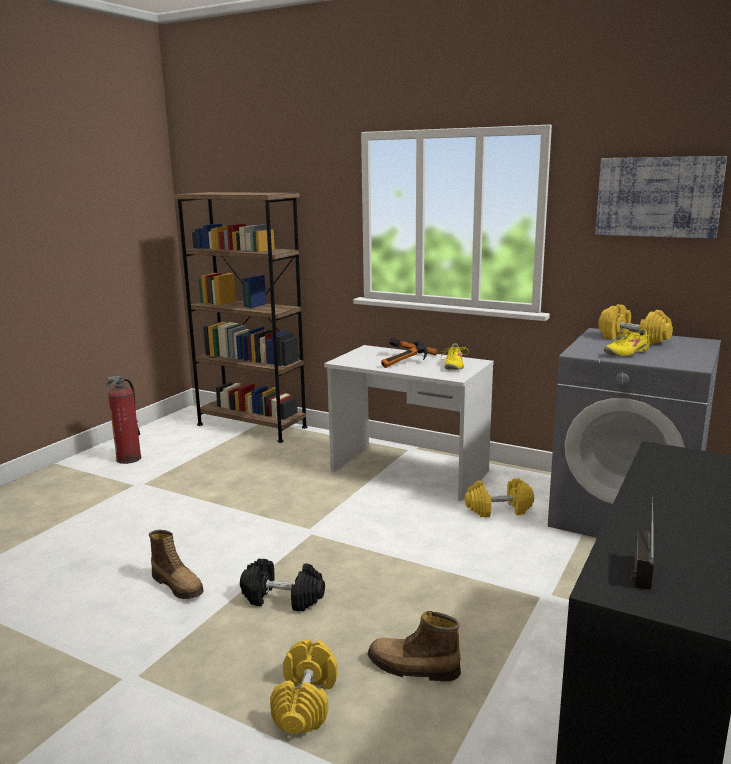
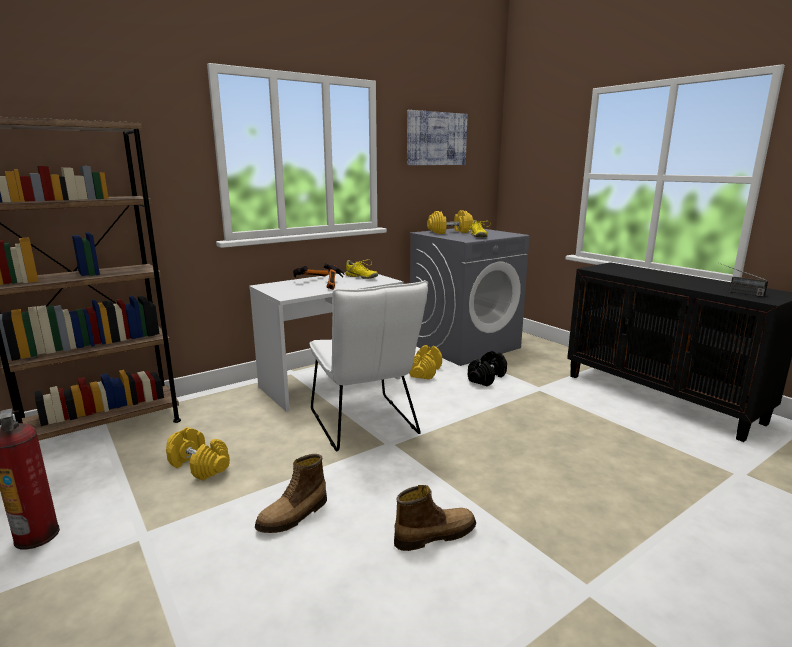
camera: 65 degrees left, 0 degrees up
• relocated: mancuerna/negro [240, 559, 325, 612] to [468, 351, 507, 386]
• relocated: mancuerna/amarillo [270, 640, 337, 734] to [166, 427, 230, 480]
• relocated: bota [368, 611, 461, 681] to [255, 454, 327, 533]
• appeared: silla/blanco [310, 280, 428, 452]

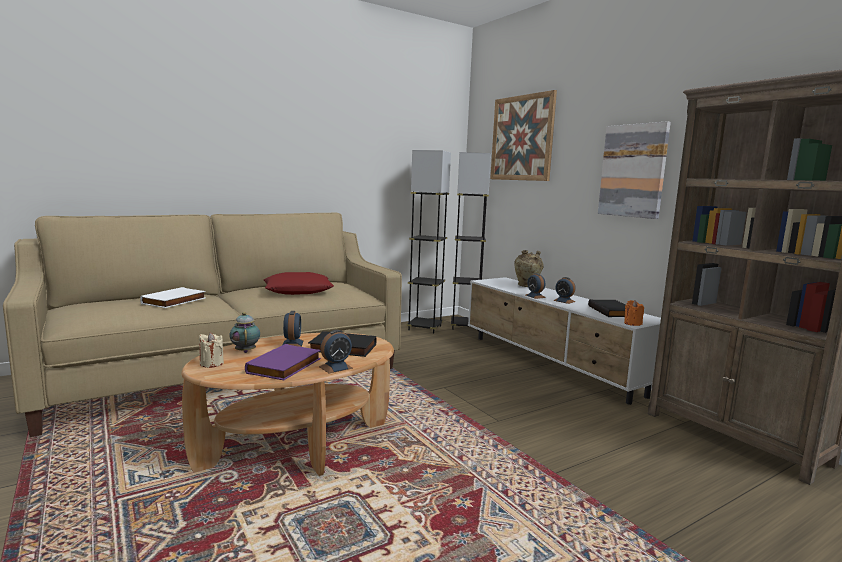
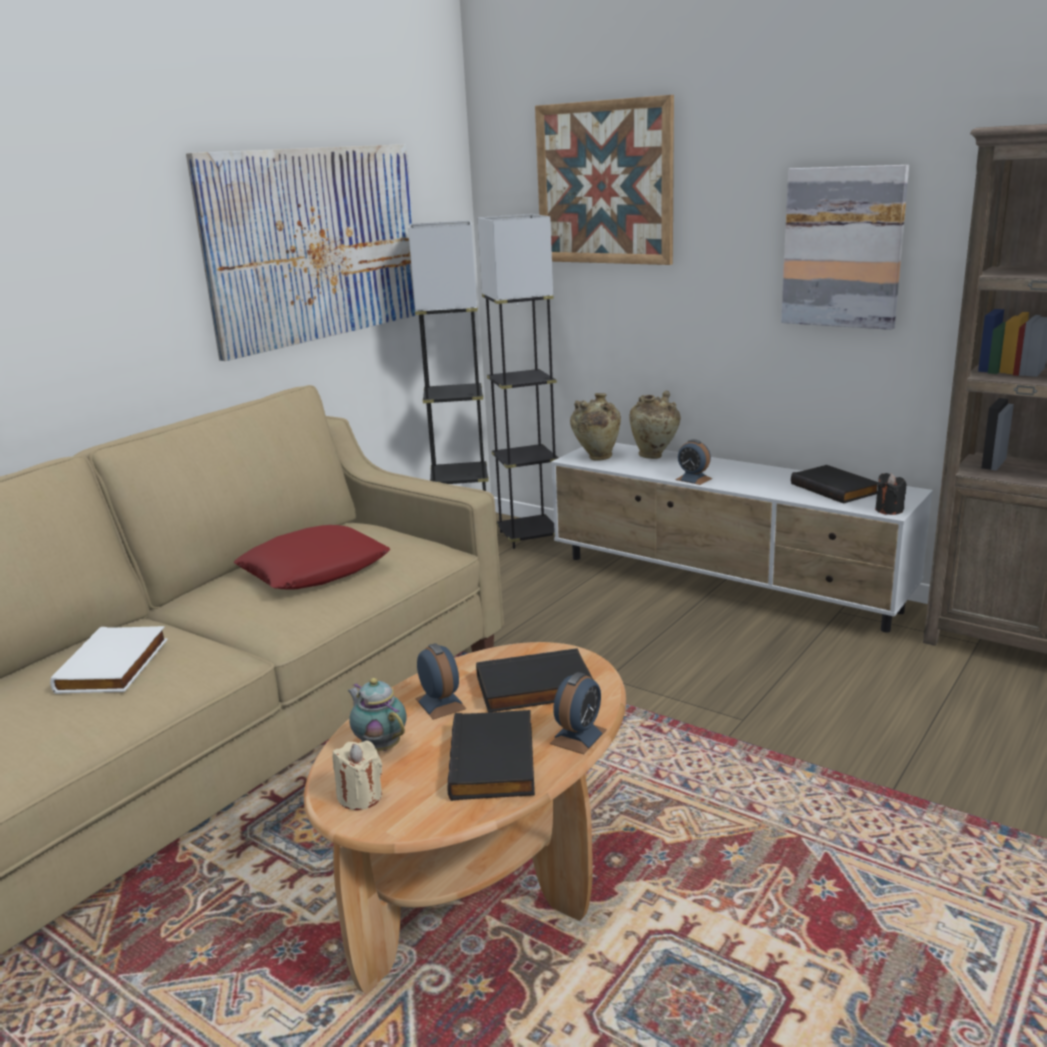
camera: 20 degrees left, 10 degrees up
• colour: libro/morado [245, 344, 321, 380] to libro/negro [448, 710, 535, 801]
• missing: despertador [553, 277, 576, 304]
• colour: vela/naranja [624, 300, 644, 326] to vela/negro [875, 473, 906, 515]
• appeared: cuadro [186, 144, 418, 361]
• appeared: florero/beis [570, 393, 621, 461]

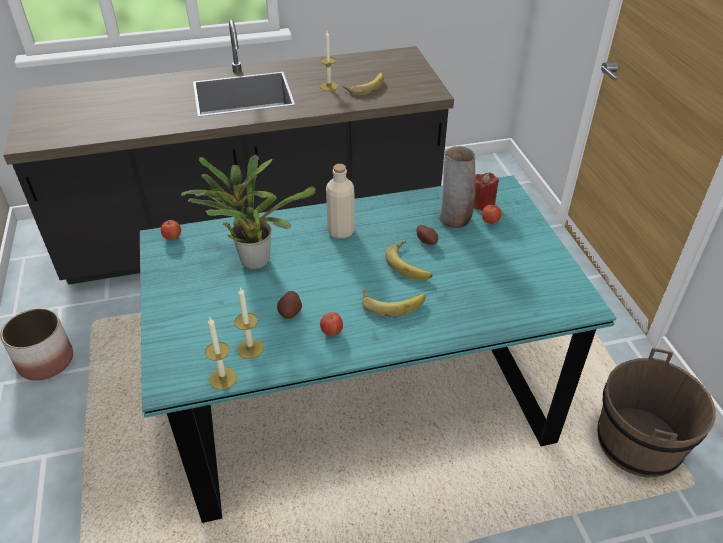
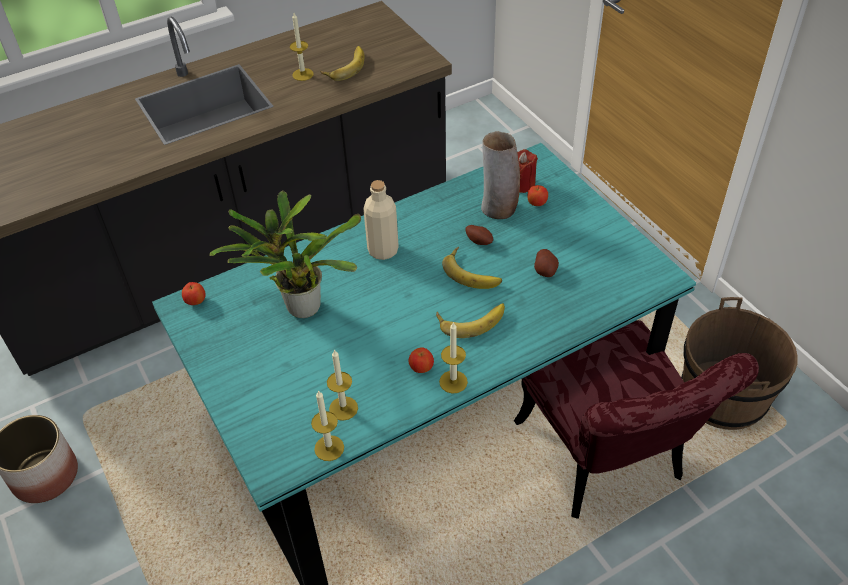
camera: 15 degrees left, 5 degrees up
• relocated: patata [277, 291, 302, 319] to [534, 249, 559, 277]
• appeared: vela [439, 322, 468, 394]
• appeared: silla/rojo [514, 320, 759, 519]

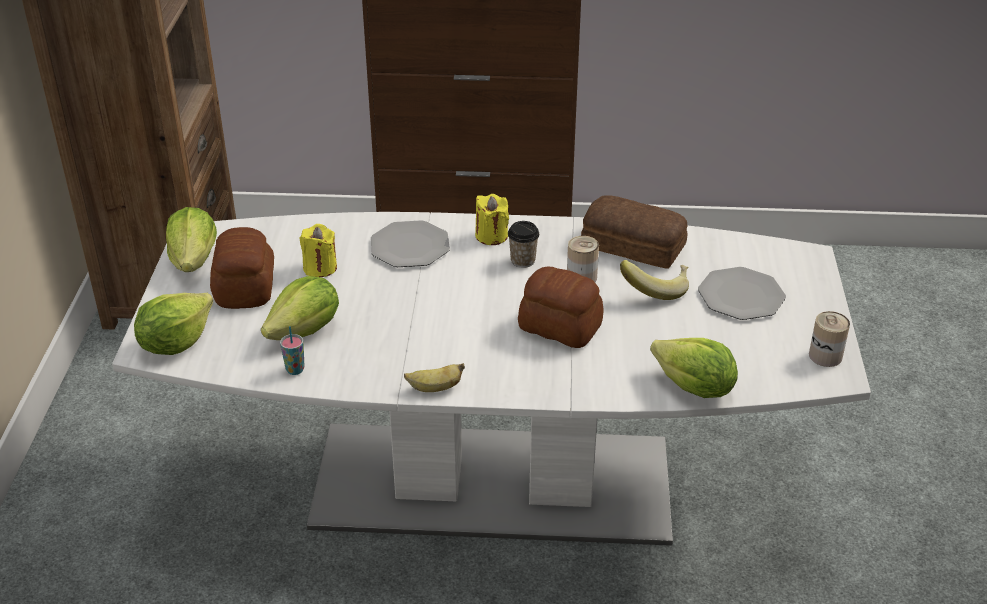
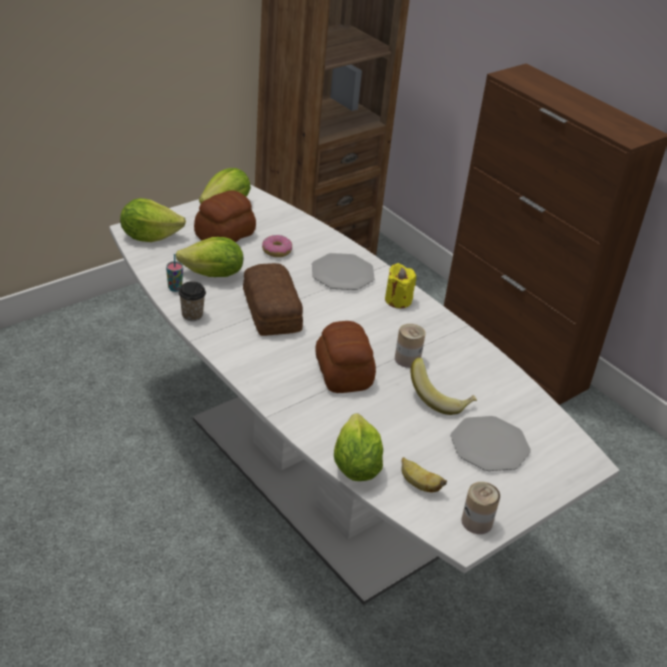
camera: 45 degrees right, 0 degrees up
• exchanged: vela/amarillo [299, 224, 337, 277] to rosquilla [262, 235, 292, 257]
• relocated: plátano [404, 363, 465, 392] to [401, 457, 447, 492]
• relocated: taza [508, 221, 539, 268] to [179, 281, 206, 321]
• relocated: pan [581, 195, 687, 269] to [243, 263, 303, 336]

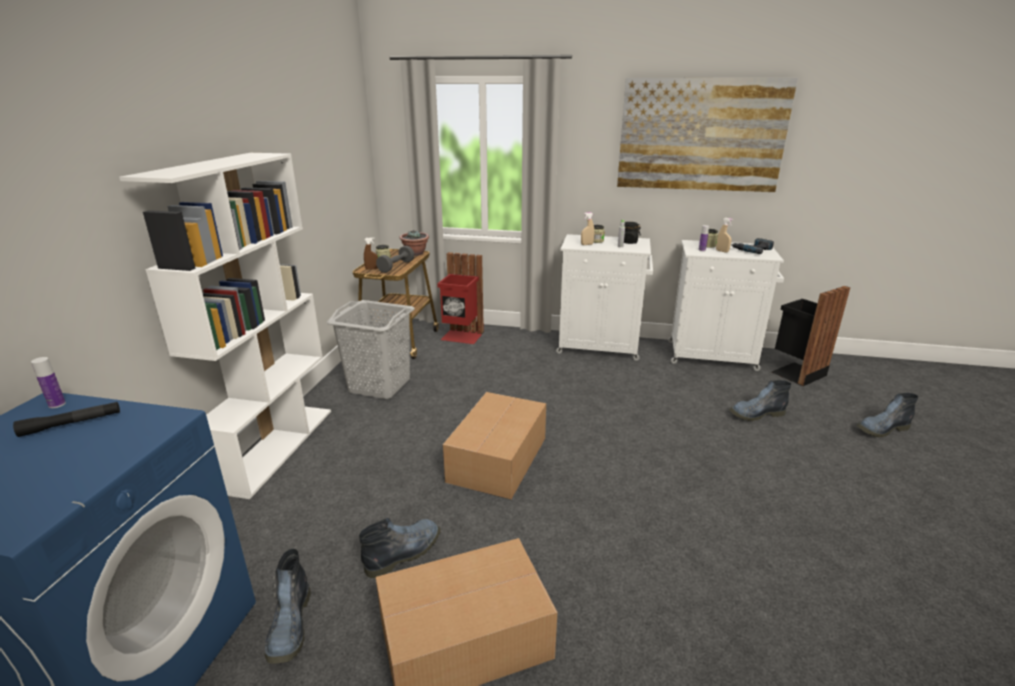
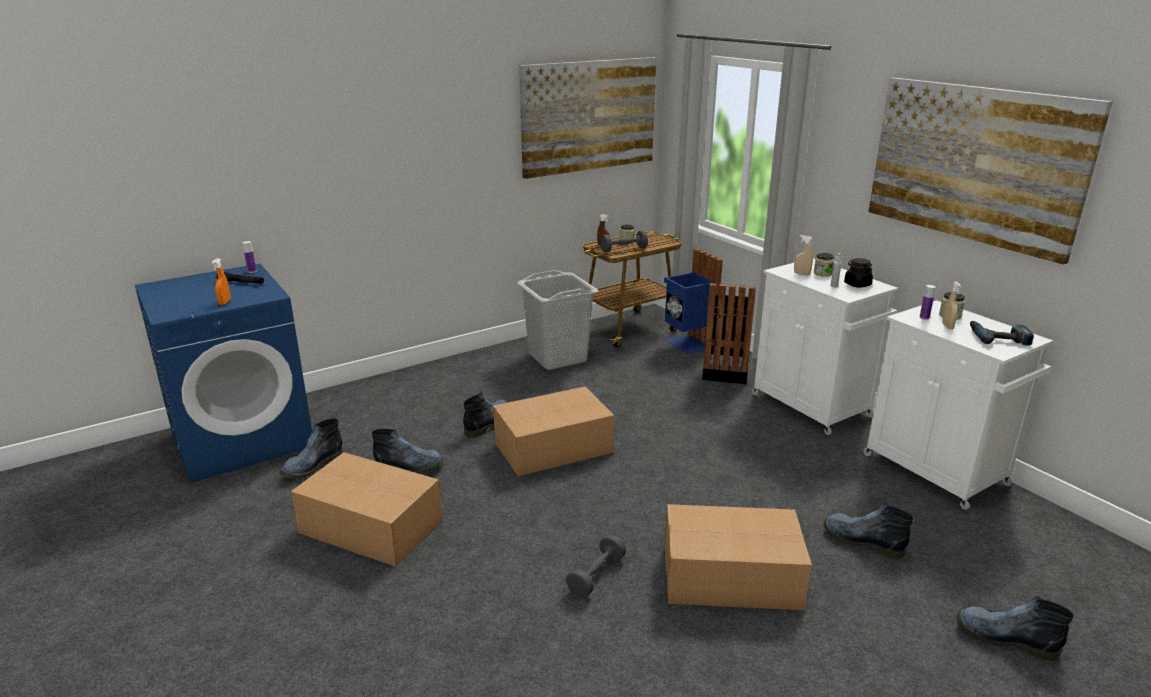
camera: 45 degrees right, 0 degrees up
• missing: estantería/blanco [119, 153, 331, 499]
• missing: planta en maceta [399, 230, 429, 256]
• colour: papelera/rojo [437, 252, 484, 344] to papelera/azul [664, 248, 723, 355]
• relocated: papelera/negro [772, 286, 850, 386] to [702, 283, 756, 384]
• appeared: pulverizador/naranja [212, 258, 231, 305]
• appeared: bota [463, 392, 508, 438]
• appeared: cuadro [519, 57, 657, 179]
• appeared: mancuerna/gris [566, 534, 626, 598]
• appeared: caja de cartón [665, 504, 812, 610]

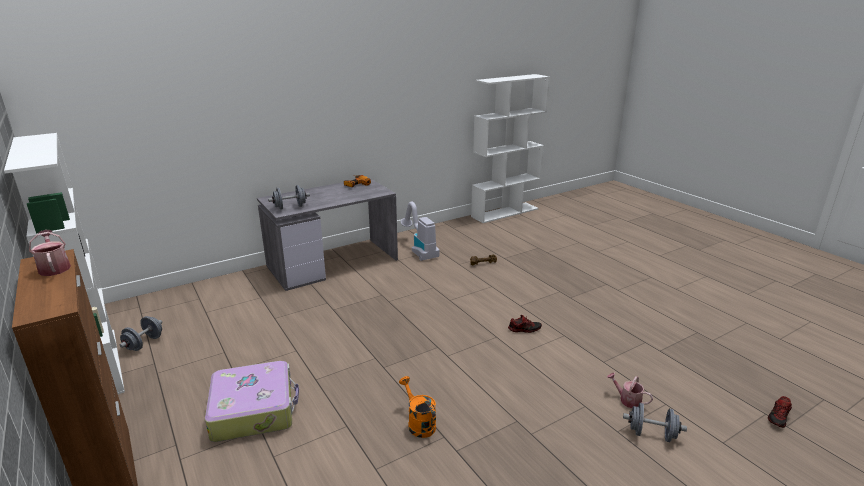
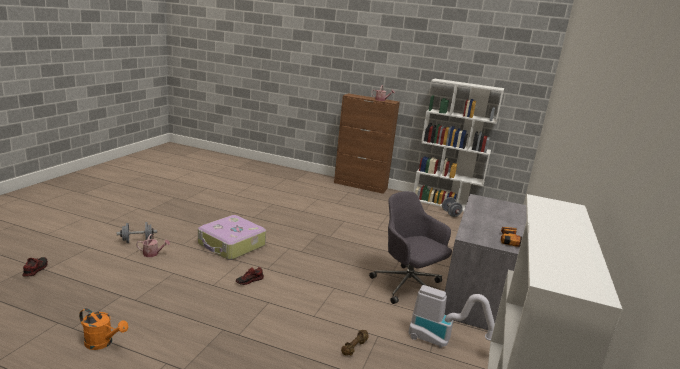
camera: 140 degrees right, 5 degrees down
• relocated: maleta [205, 361, 299, 442] to [198, 215, 266, 260]
• missing: mancuerna/gris [268, 185, 310, 210]
• relocated: regadera/naranja [399, 376, 436, 438] to [79, 308, 128, 350]
• appeared: silla de oficina/gris [369, 191, 452, 304]

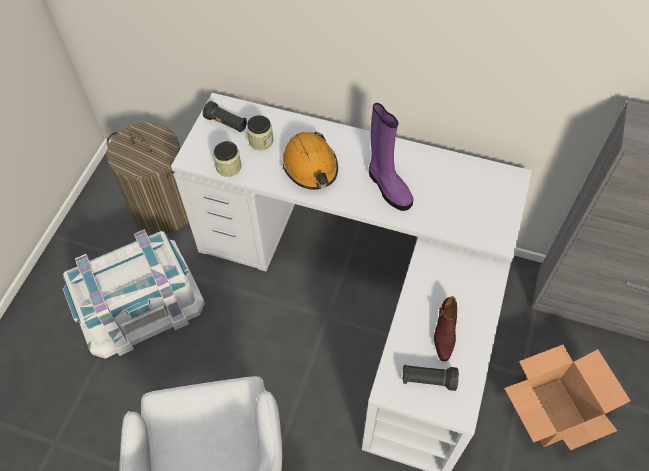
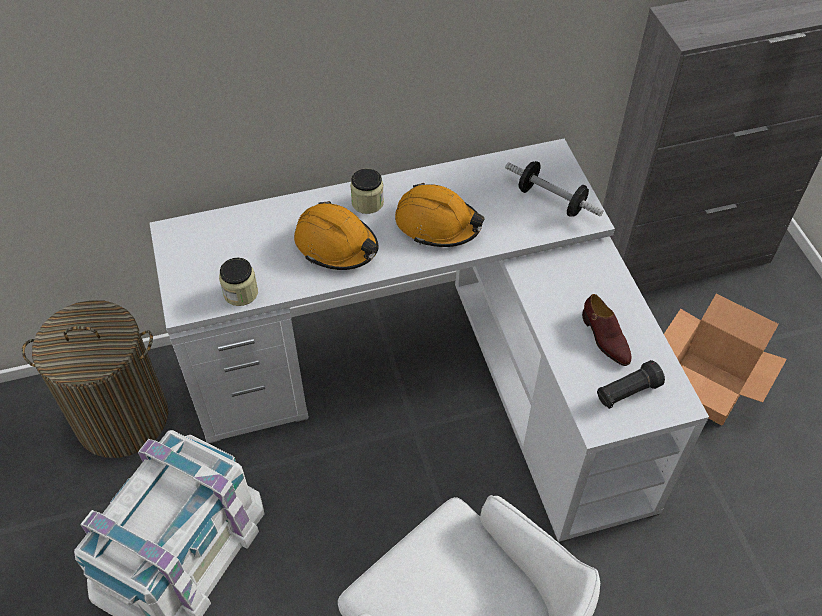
camera: 35 degrees left, 5 degrees down
• missing: linterna/negro [203, 101, 247, 132]
• relocated: tarro [247, 115, 274, 150] to [350, 168, 384, 214]
• exchanged: bota/morado [369, 103, 413, 211] to casco/naranja [395, 183, 485, 247]
• appeared: mancuerna [505, 161, 604, 217]

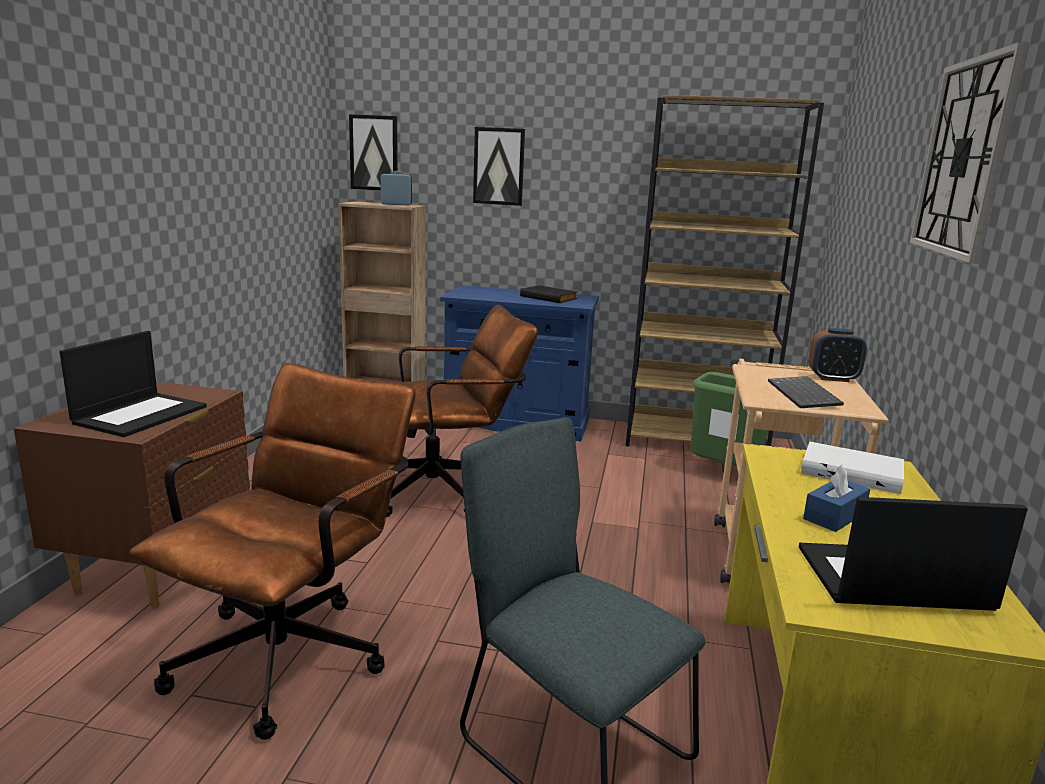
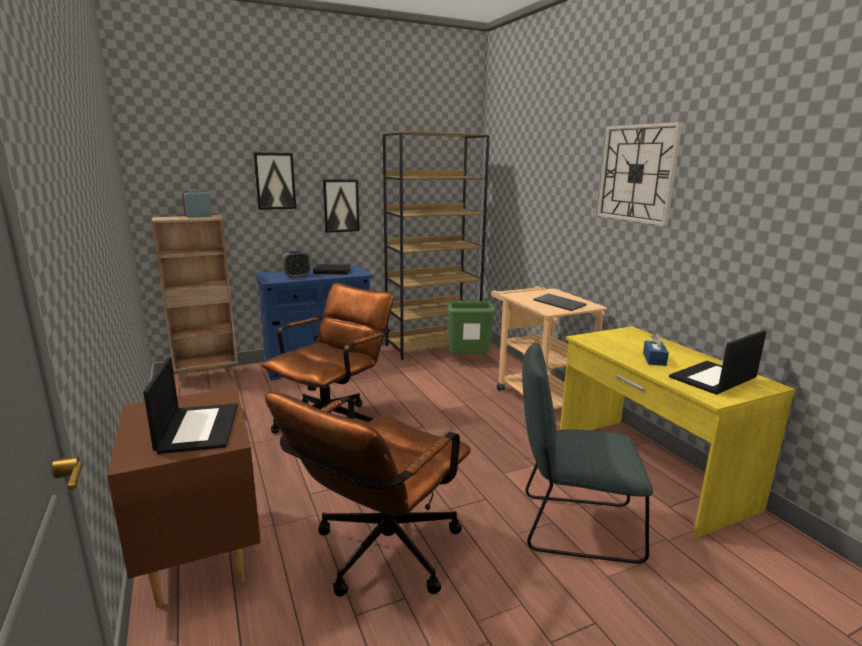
camera: 35 degrees left, 0 degrees up
• spun: silla de oficina/marrón [129, 363, 416, 740] = [265, 392, 471, 597] 135 degrees counterclockwise
• relocated: cuadro [349, 114, 398, 190] to [323, 179, 360, 233]
• missing: libro/blanco [801, 442, 904, 494]
• relocated: despertador [808, 328, 867, 382] to [282, 250, 310, 278]

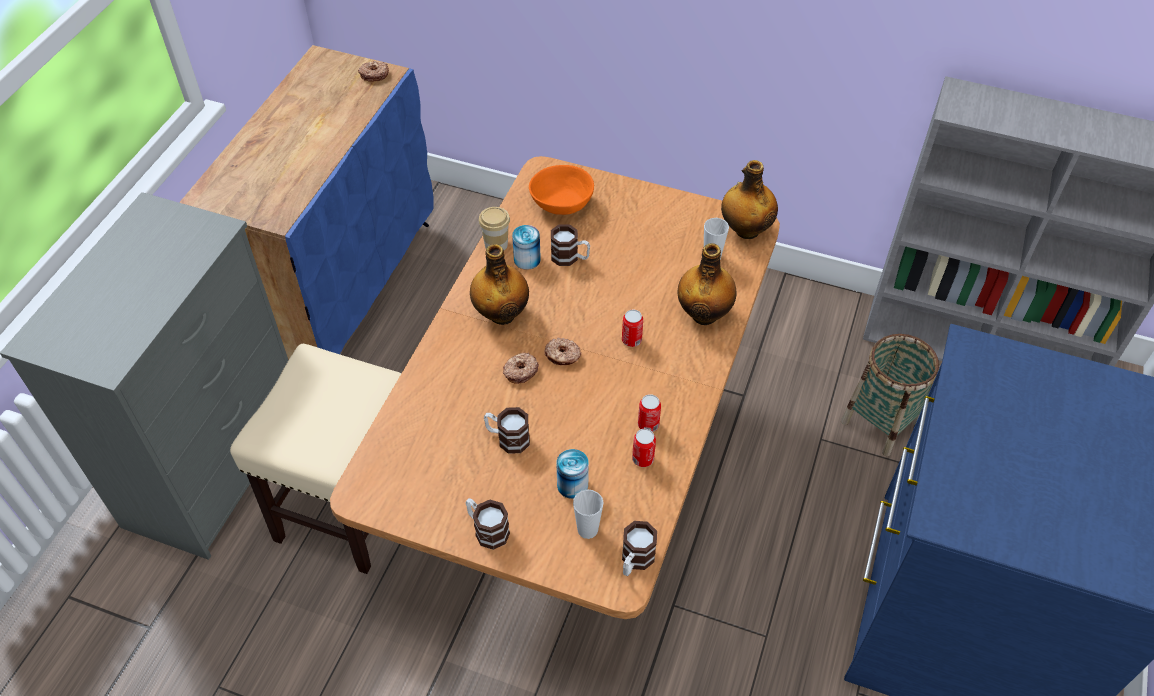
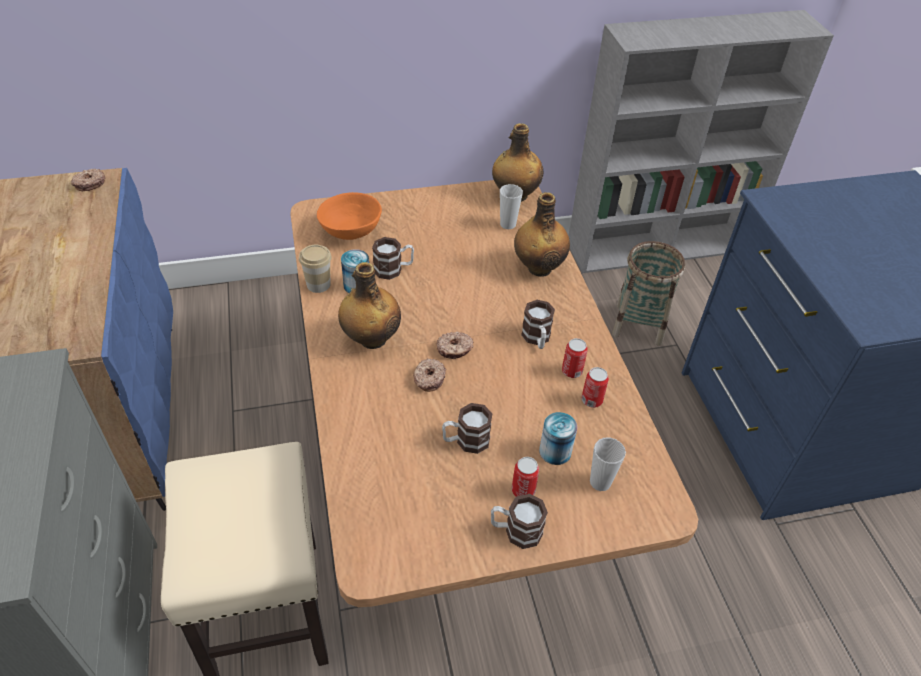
camera: 35 degrees left, 5 degrees down
• relocated: lata [622, 310, 643, 347] to [512, 457, 539, 497]
• relocated: taza grande [622, 521, 657, 576] to [521, 300, 555, 349]

